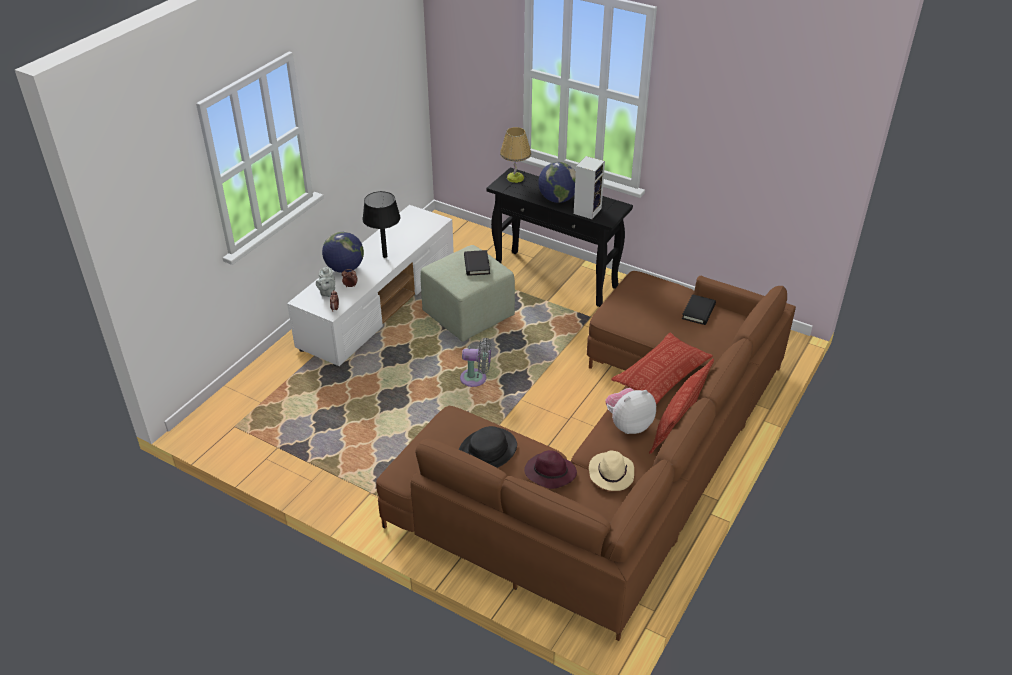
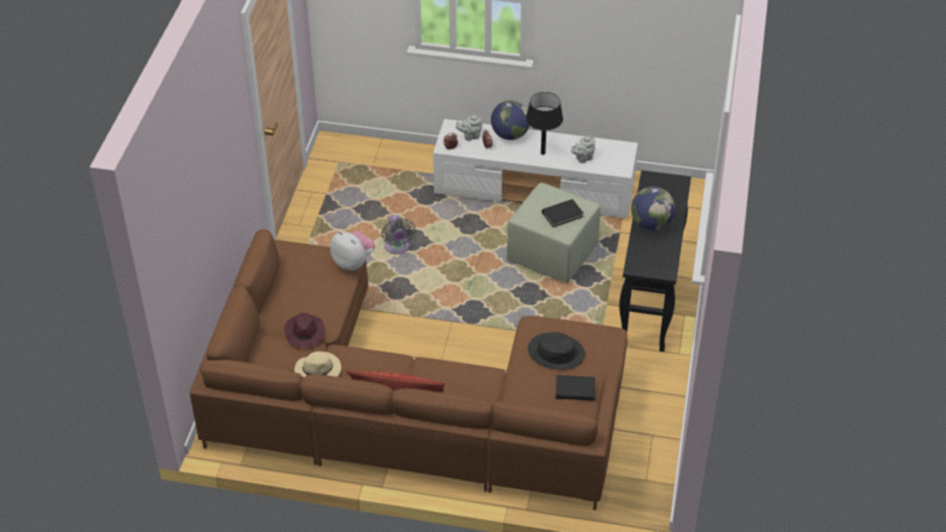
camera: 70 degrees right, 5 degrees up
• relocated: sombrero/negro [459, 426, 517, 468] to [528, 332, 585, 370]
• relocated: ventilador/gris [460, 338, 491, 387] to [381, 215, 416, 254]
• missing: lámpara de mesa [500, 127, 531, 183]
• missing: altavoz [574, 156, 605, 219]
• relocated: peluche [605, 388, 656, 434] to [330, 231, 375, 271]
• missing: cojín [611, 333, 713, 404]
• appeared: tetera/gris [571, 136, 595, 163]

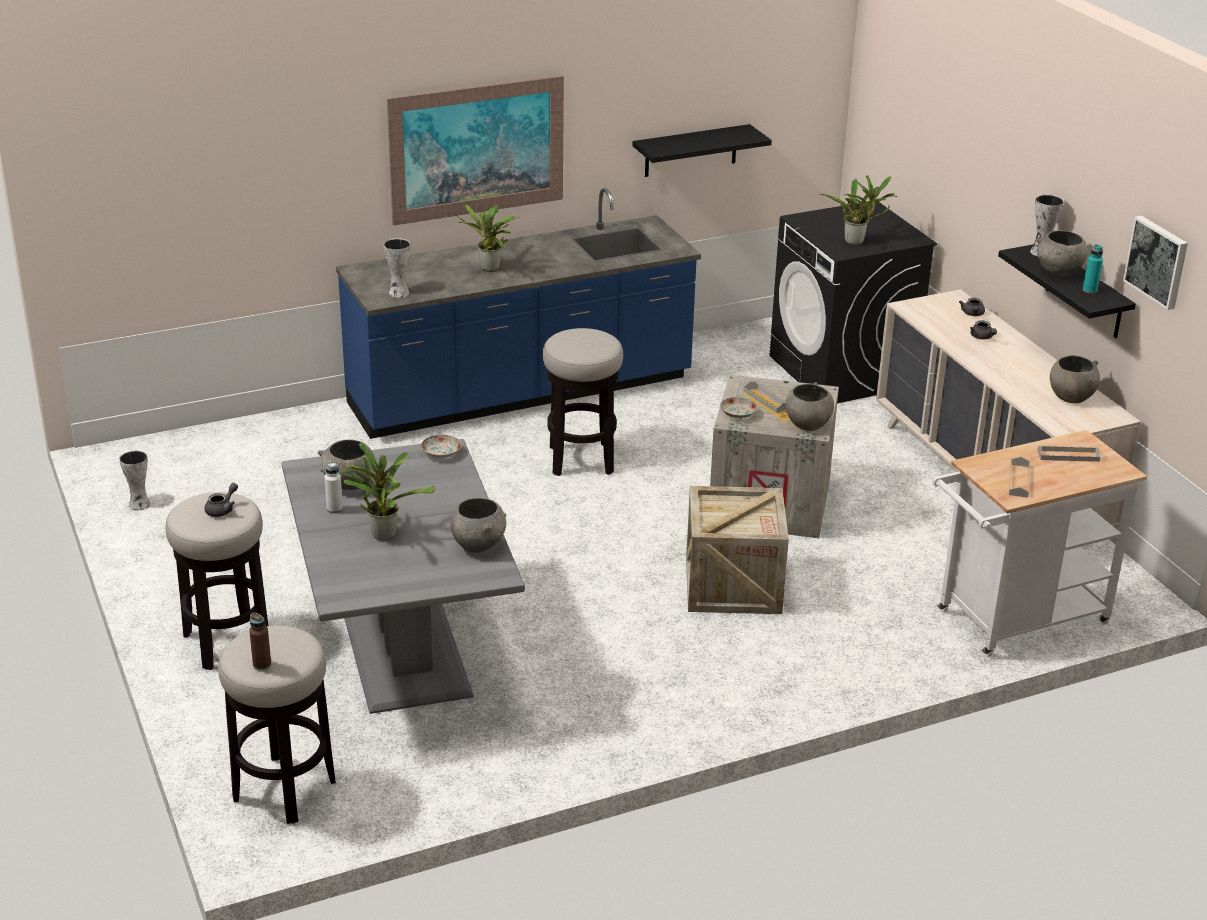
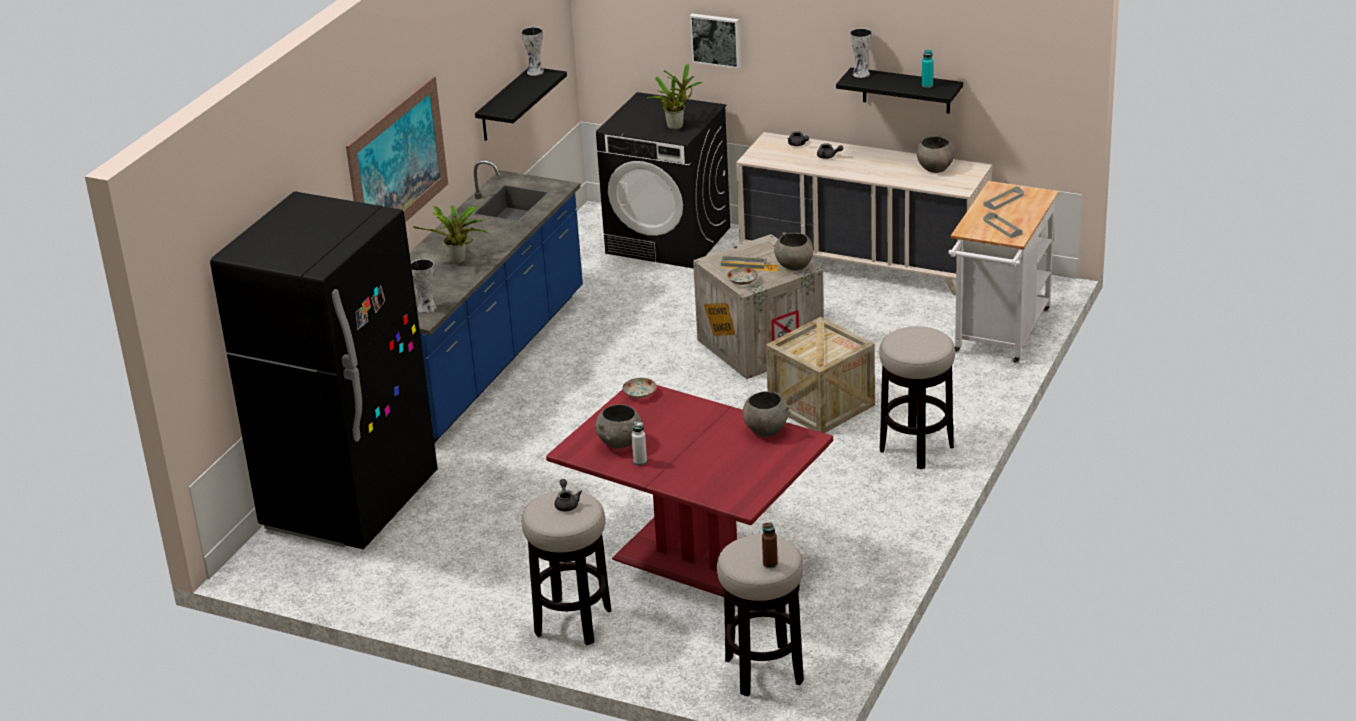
camera: 40 degrees left, 0 degrees up
• relocated: florero [119, 450, 151, 511] to [521, 27, 544, 76]
• colour: mesa de comedor/gris [282, 439, 525, 714] to mesa de comedor/rojo [546, 385, 833, 597]
• missing: planta en maceta [342, 442, 435, 541]
• relocated: taburete [543, 328, 623, 476] to [879, 326, 955, 469]
• missing: cuenco/gris [1036, 230, 1088, 276]
• relocated: cuadro [1123, 216, 1188, 310] to [690, 13, 741, 69]
• appeared: nevera/negro [210, 192, 438, 549]

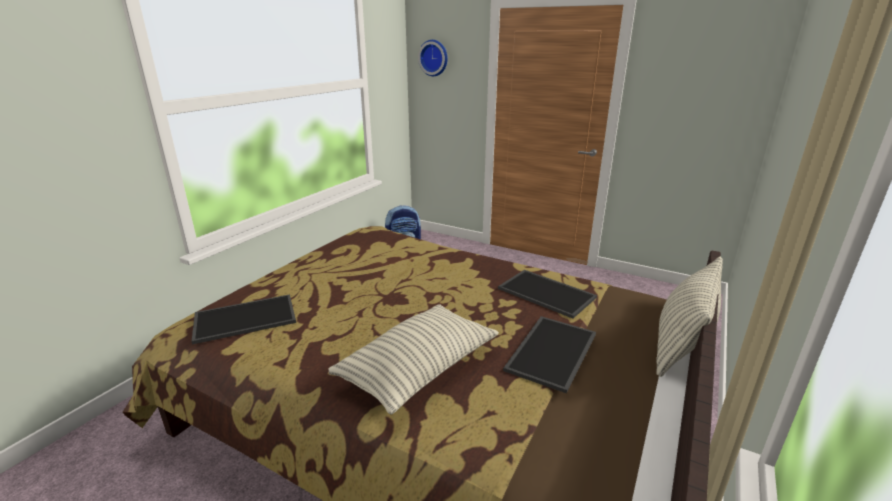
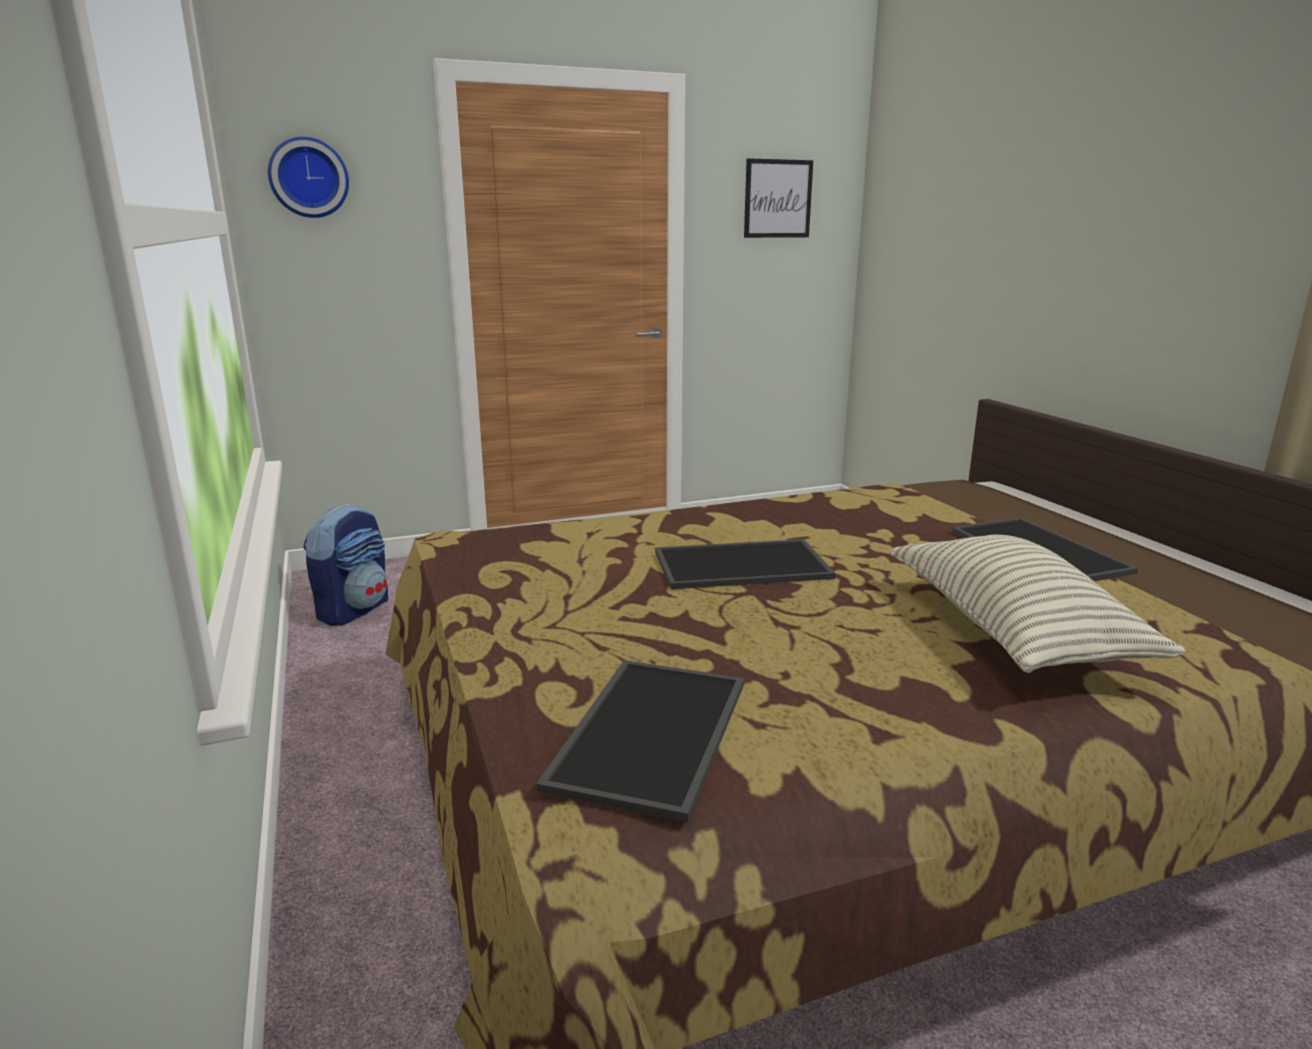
camera: 50 degrees left, 5 degrees down
• relocated: bandeja [498, 270, 597, 318] to [655, 539, 835, 589]
• missing: cojín [656, 257, 723, 377]
• appeared: cuadro [744, 158, 813, 238]

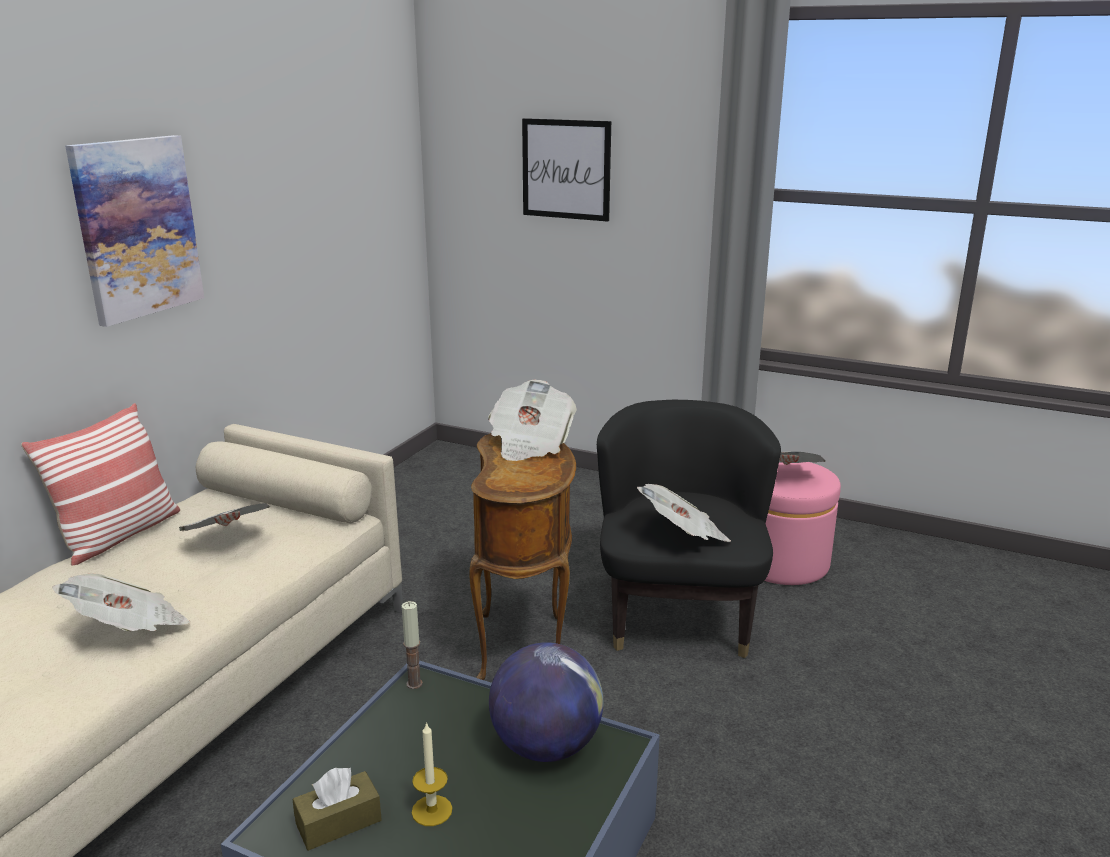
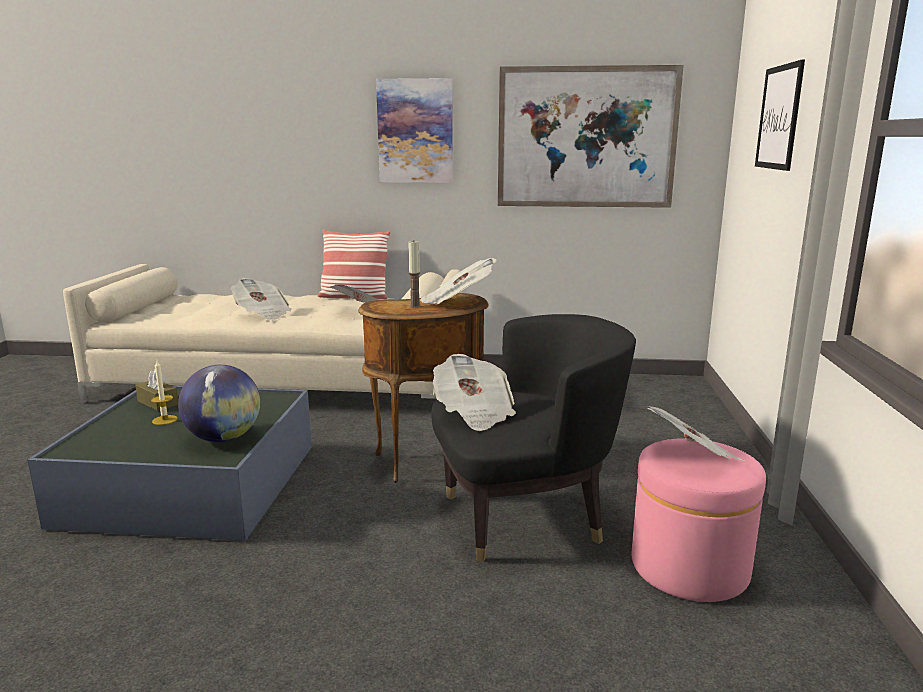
camera: 70 degrees right, 5 degrees down
• relocated: vela [402, 601, 423, 689] to [408, 241, 421, 308]
• appeared: cuadro [498, 65, 684, 208]

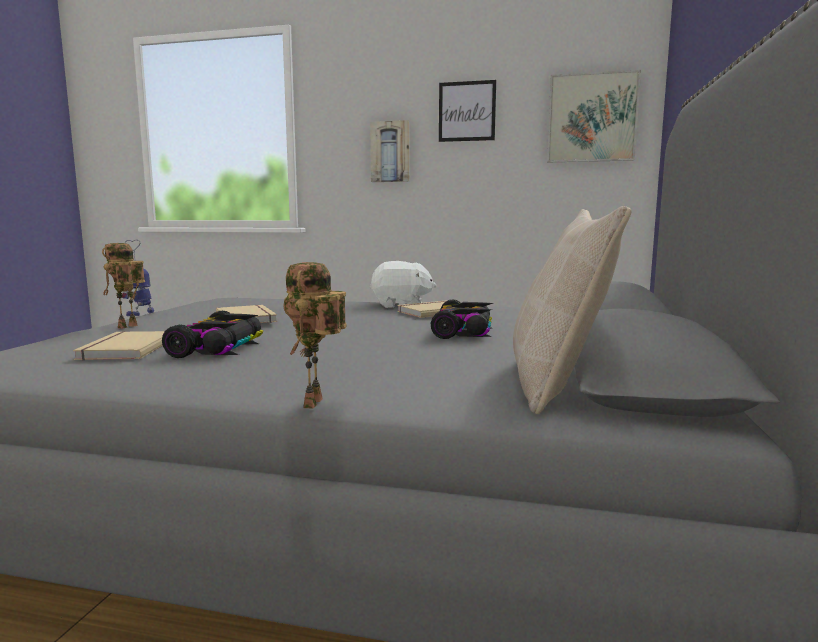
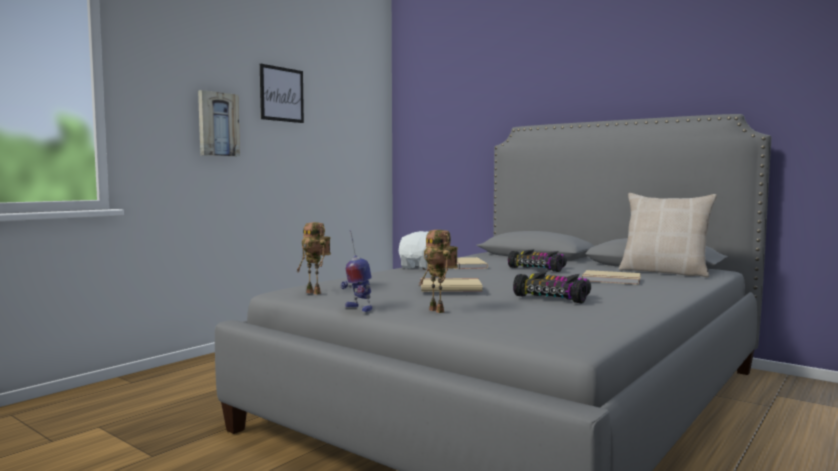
camera: 65 degrees left, 5 degrees down
• relocated: libro/beis [73, 331, 165, 360] to [582, 270, 641, 285]
• relocated: robot de juguete [284, 262, 347, 409] to [297, 222, 331, 294]
• missing: cuadro [547, 70, 641, 162]

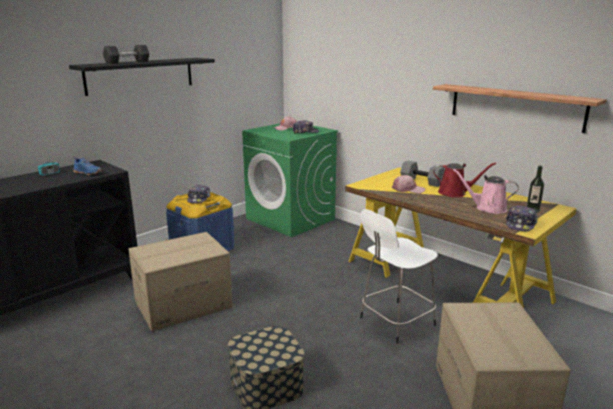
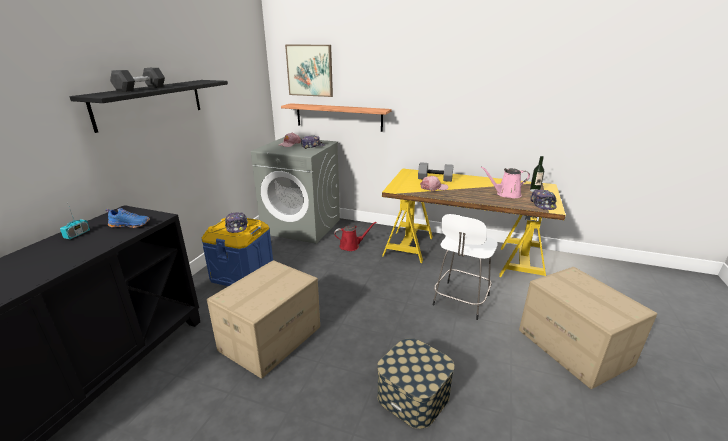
camera: 25 degrees left, 5 degrees up
• colour: lavadora/verde [242, 123, 338, 237] to lavadora/gris [251, 137, 340, 244]
• relocated: estante [433, 84, 607, 133] to [281, 103, 392, 132]
• relocated: regadera/rojo [433, 163, 496, 197] to [334, 222, 377, 251]
• appeared: cuadro [285, 45, 333, 97]

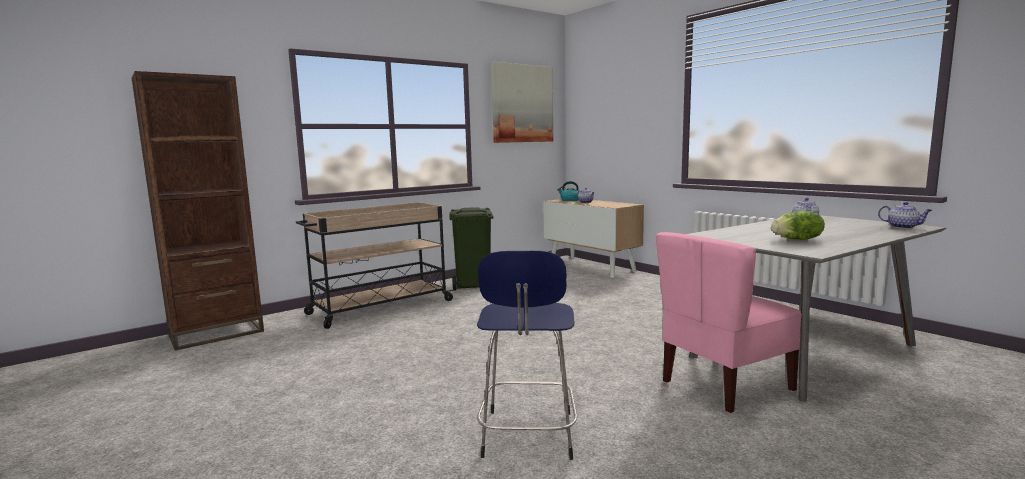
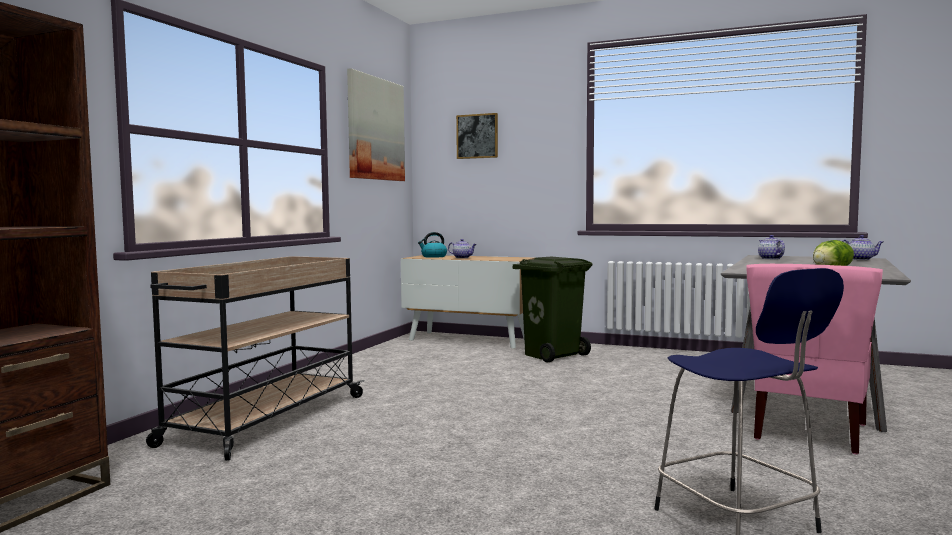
camera: 30 degrees left, 5 degrees down
• relocated: papelera/verde [449, 207, 494, 290] to [512, 257, 592, 363]
• appeared: cuadro [456, 113, 498, 159]

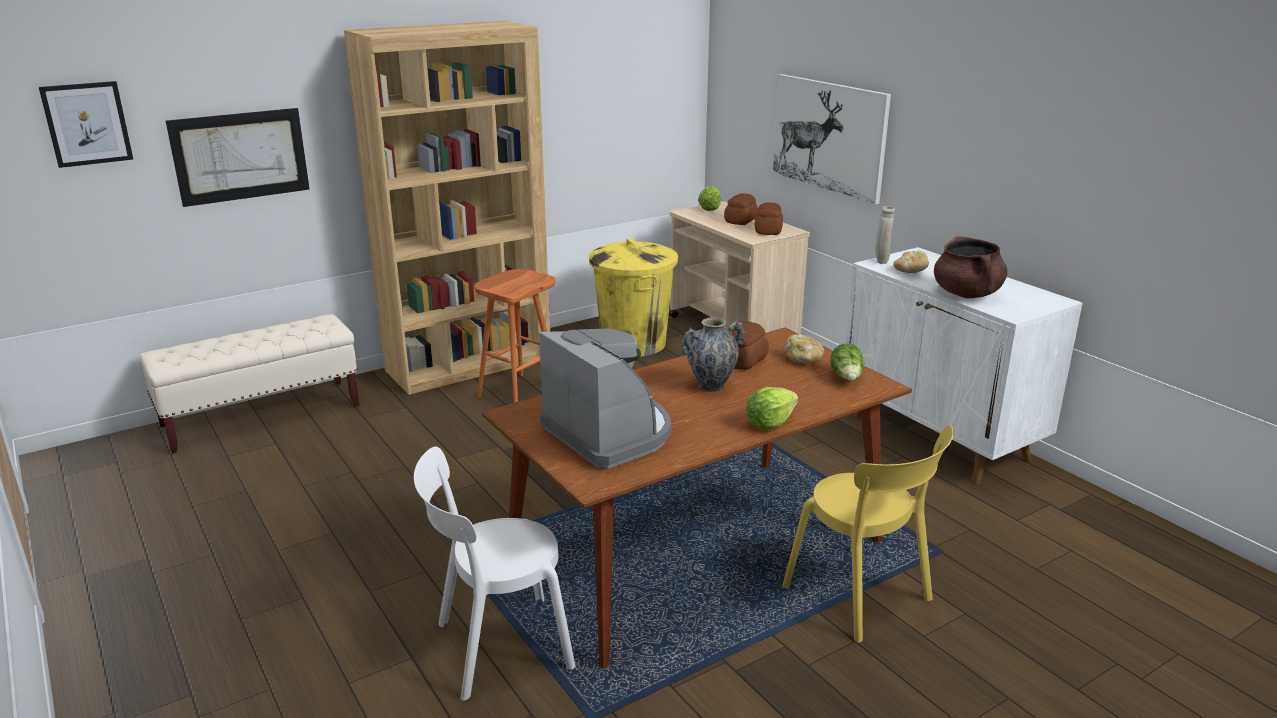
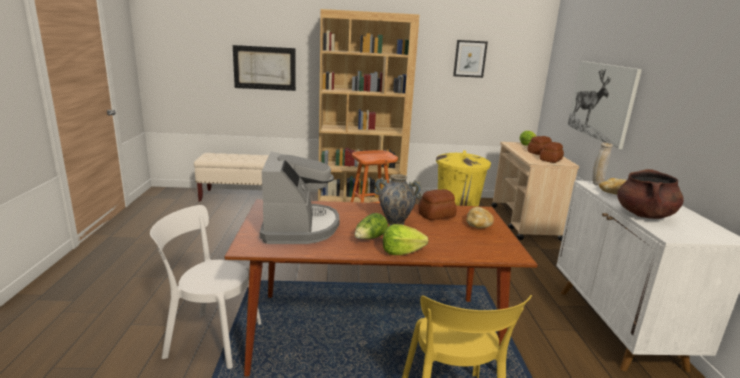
camera: 30 degrees right, 5 degrees down
• relocated: cuadro [39, 81, 133, 168] to [453, 40, 488, 78]
• relocated: lechuga [830, 343, 865, 381] to [355, 213, 388, 239]

